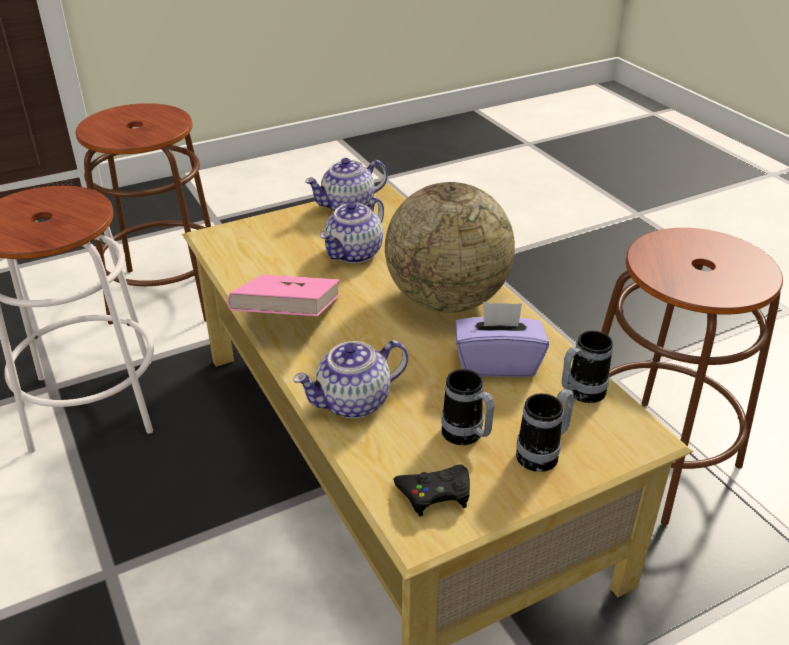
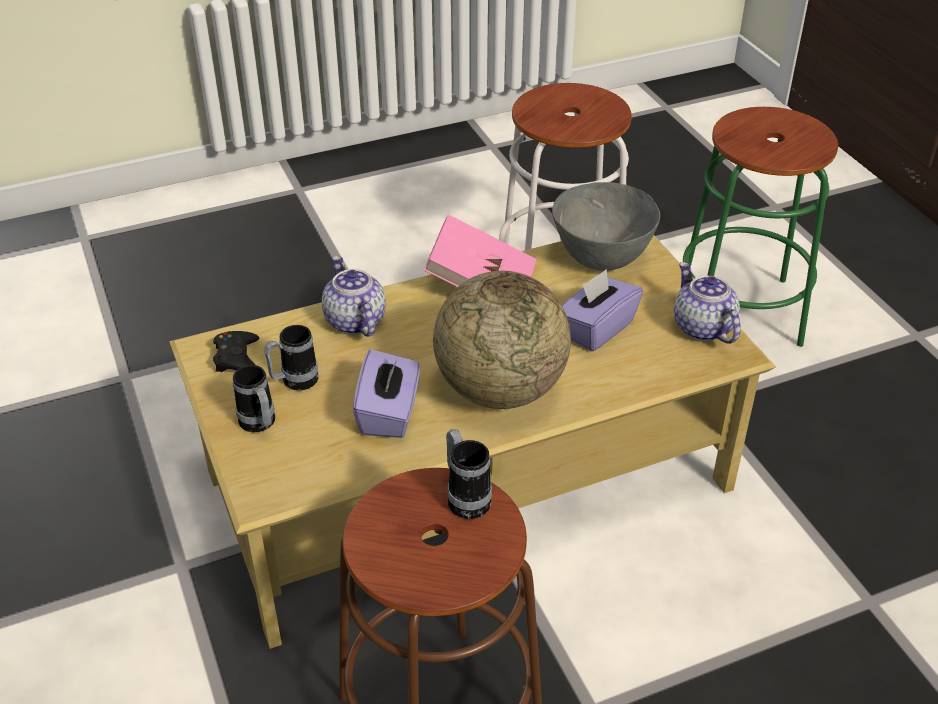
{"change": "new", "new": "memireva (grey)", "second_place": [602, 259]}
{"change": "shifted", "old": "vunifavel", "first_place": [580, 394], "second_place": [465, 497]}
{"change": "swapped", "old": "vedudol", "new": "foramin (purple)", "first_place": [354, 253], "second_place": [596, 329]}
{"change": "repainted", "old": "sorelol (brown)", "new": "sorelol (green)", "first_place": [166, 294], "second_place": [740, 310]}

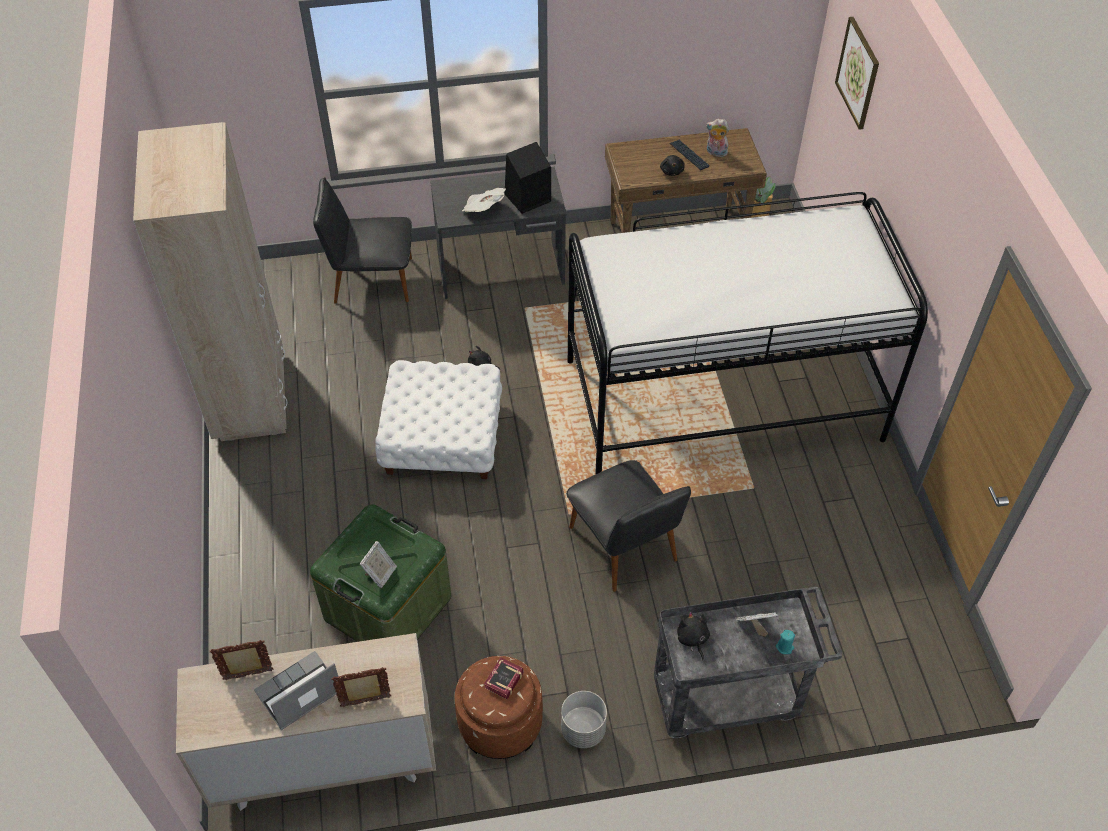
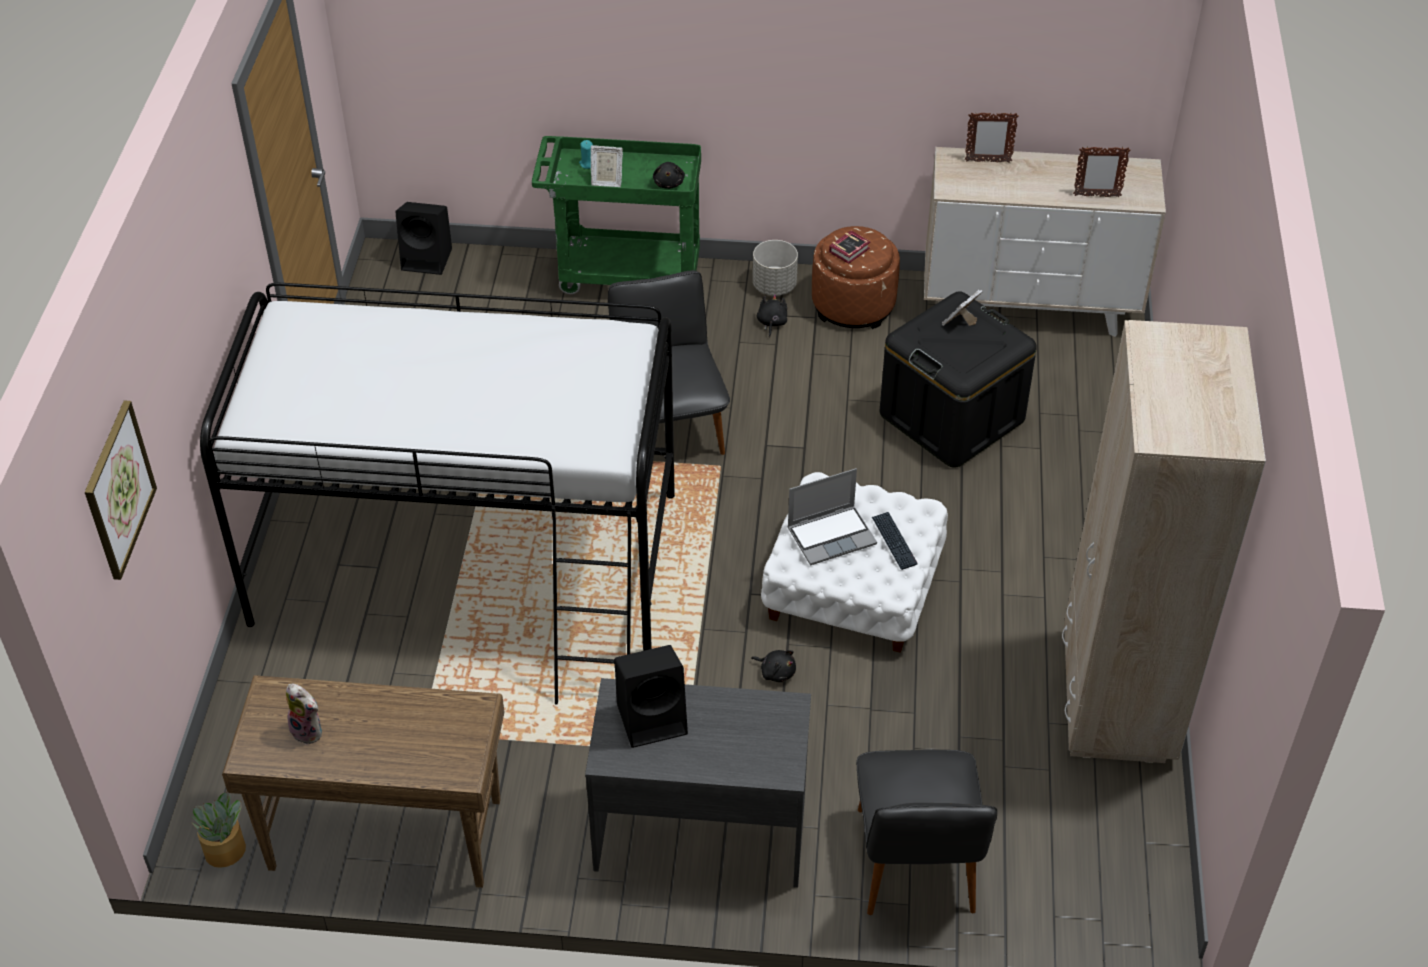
{"change": "gone", "old": "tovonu", "first_place": [484, 209]}
{"change": "new", "new": "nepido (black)", "second_place": [428, 259]}
{"change": "shifted", "old": "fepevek", "first_place": [298, 693], "second_place": [832, 535]}
{"change": "shifted", "old": "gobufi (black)", "first_place": [672, 171], "second_place": [771, 323]}
{"change": "shifted", "old": "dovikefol", "first_place": [689, 155], "second_place": [894, 541]}
{"change": "repainted", "old": "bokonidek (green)", "new": "bokonidek (black)", "first_place": [388, 607], "second_place": [951, 417]}
{"change": "repainted", "old": "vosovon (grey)", "new": "vosovon (green)", "first_place": [731, 702], "second_place": [622, 279]}
{"change": "rotated", "old": "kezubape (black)", "first_place": [373, 280], "second_place": [915, 860], "degrees": 75}

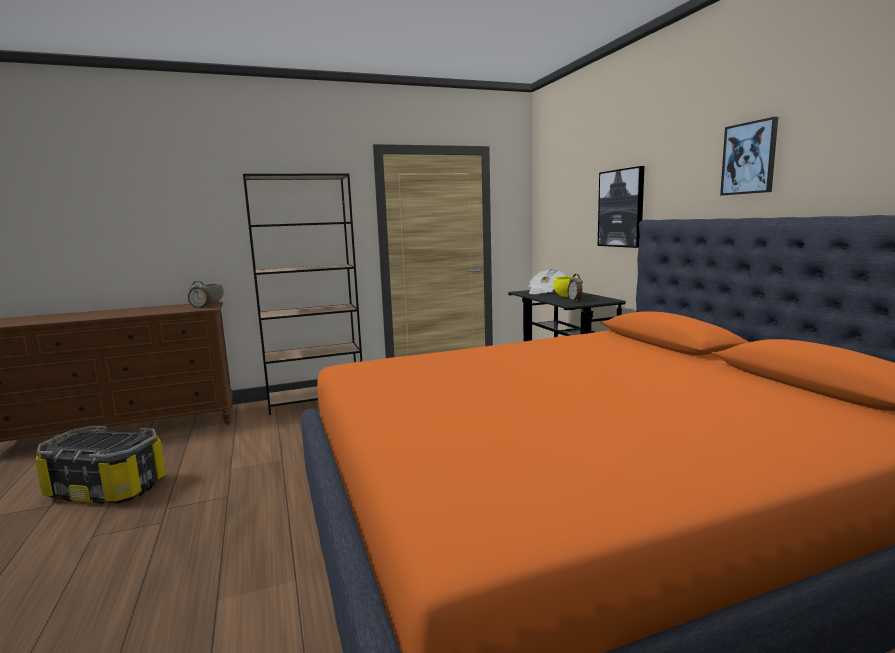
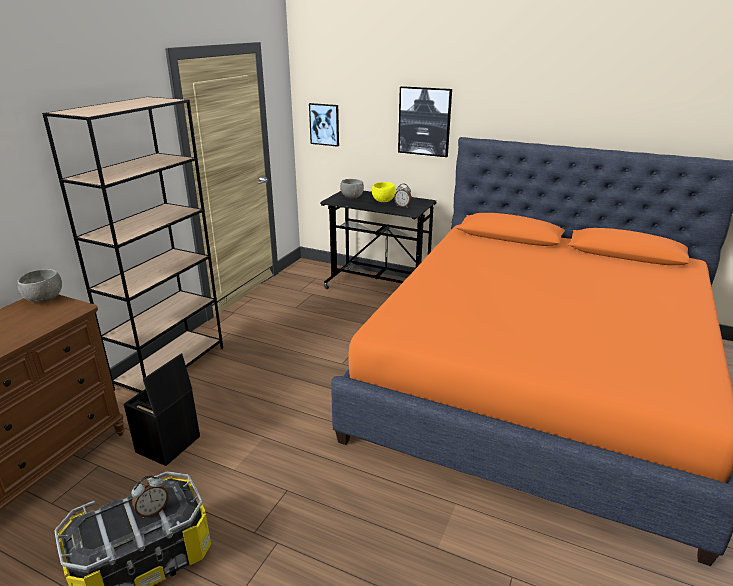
{"change": "new", "new": "bokonidek (black)", "second_place": [168, 445]}
{"change": "shifted", "old": "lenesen", "first_place": [200, 307], "second_place": [152, 510]}
{"change": "shifted", "old": "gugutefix", "first_place": [749, 158], "second_place": [324, 124]}
{"change": "swapped", "old": "tovonu", "new": "memireva (grey)", "first_place": [544, 292], "second_place": [352, 197]}

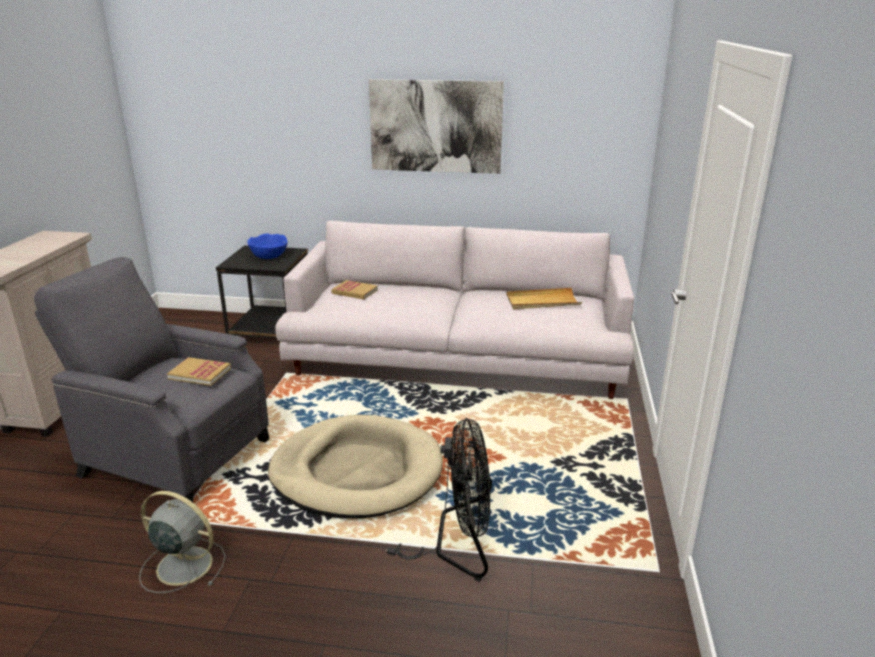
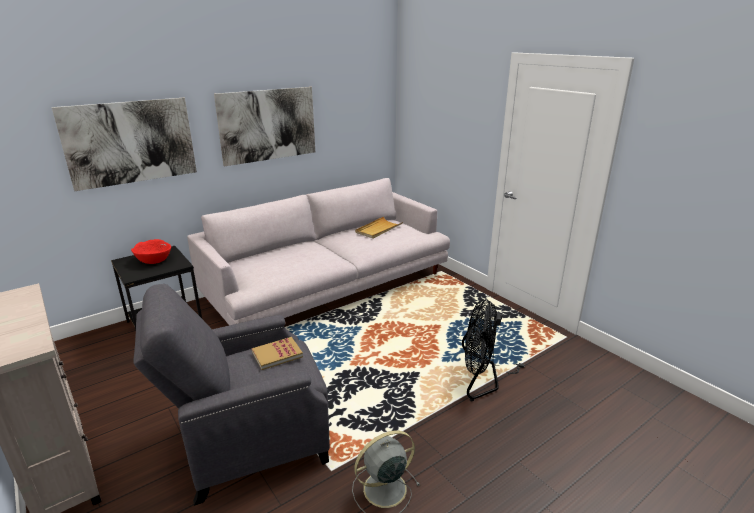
{"change": "gone", "old": "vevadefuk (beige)", "first_place": [357, 472]}
{"change": "gone", "old": "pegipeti", "first_place": [354, 291]}
{"change": "new", "new": "gugutefix", "second_place": [130, 142]}
{"change": "repainted", "old": "memireva (blue)", "new": "memireva (red)", "first_place": [269, 256], "second_place": [154, 260]}
{"change": "rotated", "old": "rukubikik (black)", "first_place": [457, 538], "second_place": [483, 374], "degrees": -135}

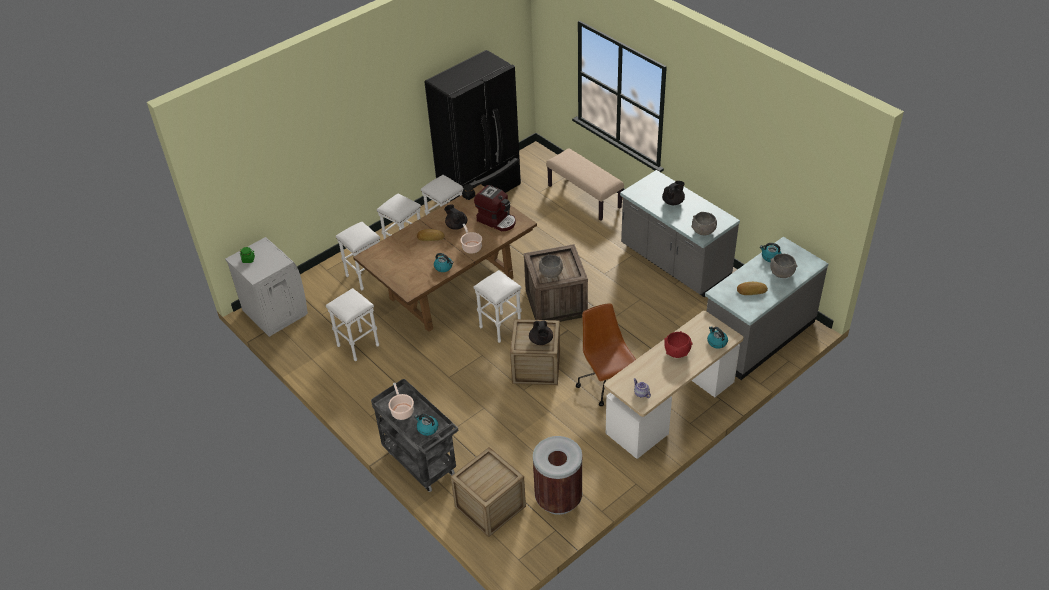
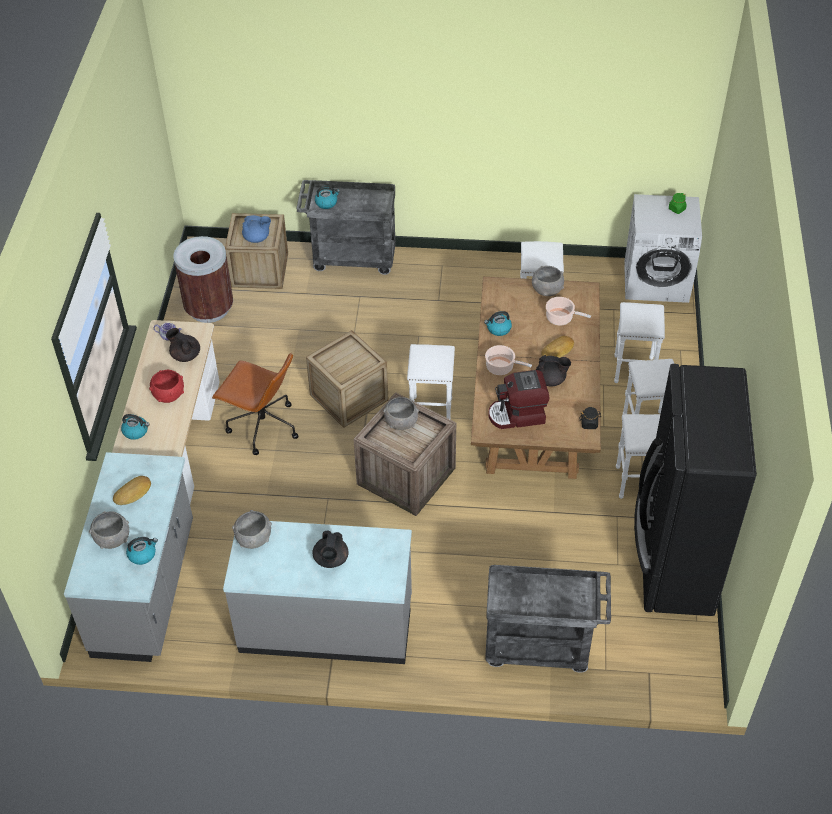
{"change": "new", "new": "vedudol (blue)", "second_place": [257, 238]}
{"change": "new", "new": "memireva (grey)", "second_place": [546, 290]}
{"change": "shifted", "old": "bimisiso", "first_place": [402, 411], "second_place": [561, 318]}
{"change": "shifted", "old": "vedudol (black)", "first_place": [541, 341], "second_place": [185, 355]}
{"change": "swapped", "old": "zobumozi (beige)", "new": "vosovon (black)", "first_place": [585, 196], "second_place": [542, 651]}

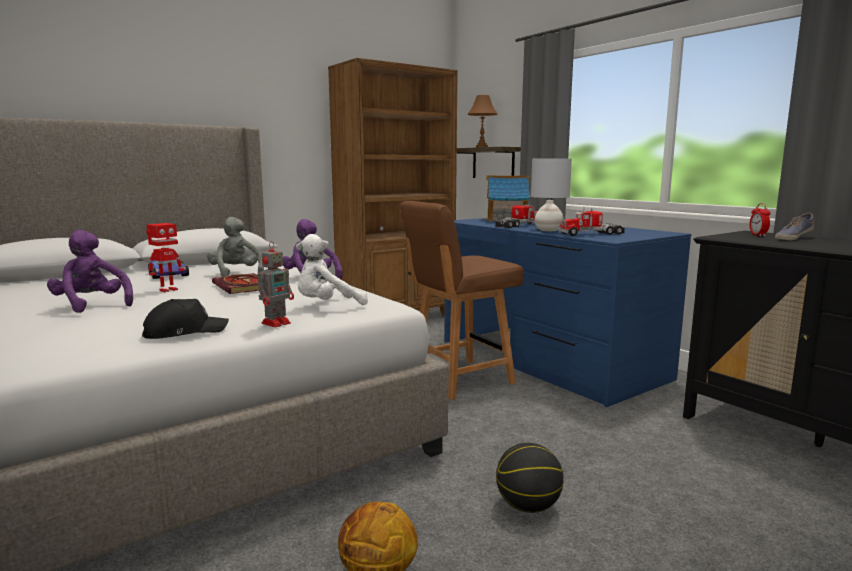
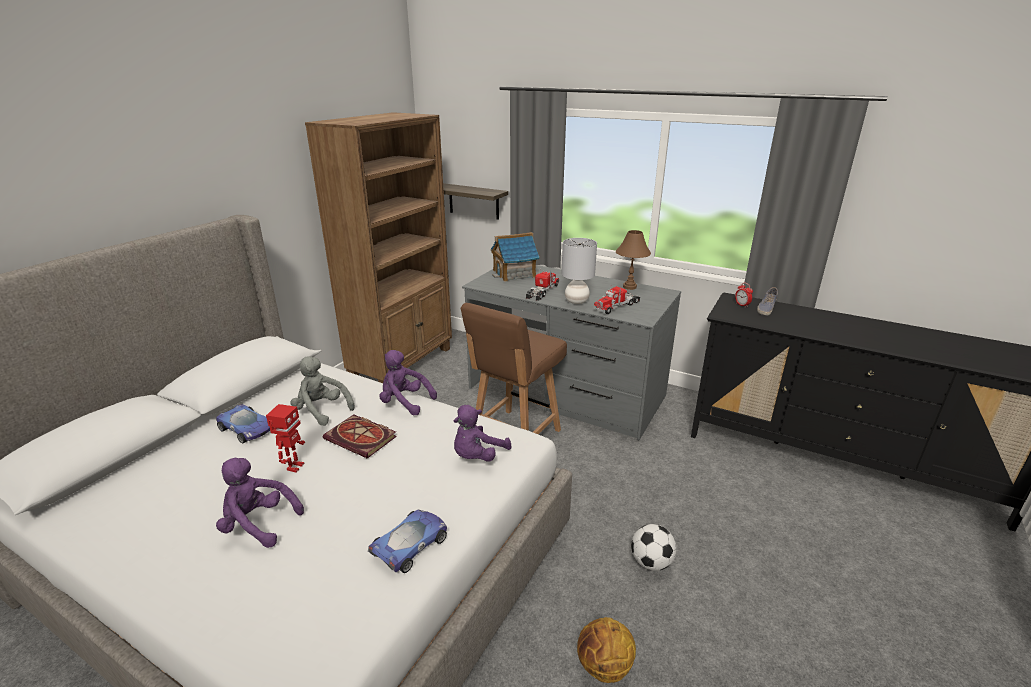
{"change": "gone", "old": "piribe", "first_place": [277, 323]}
{"change": "shifted", "old": "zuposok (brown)", "first_place": [482, 147], "second_place": [630, 287]}
{"change": "swapped", "old": "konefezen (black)", "new": "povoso", "first_place": [184, 332], "second_place": [411, 544]}
{"change": "swapped", "old": "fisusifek", "new": "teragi", "first_place": [528, 506], "second_place": [651, 562]}
{"change": "repainted", "old": "gobufi (white)", "new": "gobufi (purple)", "first_place": [327, 306], "second_place": [477, 456]}
{"change": "repainted", "old": "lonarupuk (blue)", "new": "lonarupuk (grey)", "first_place": [548, 359], "second_place": [566, 392]}

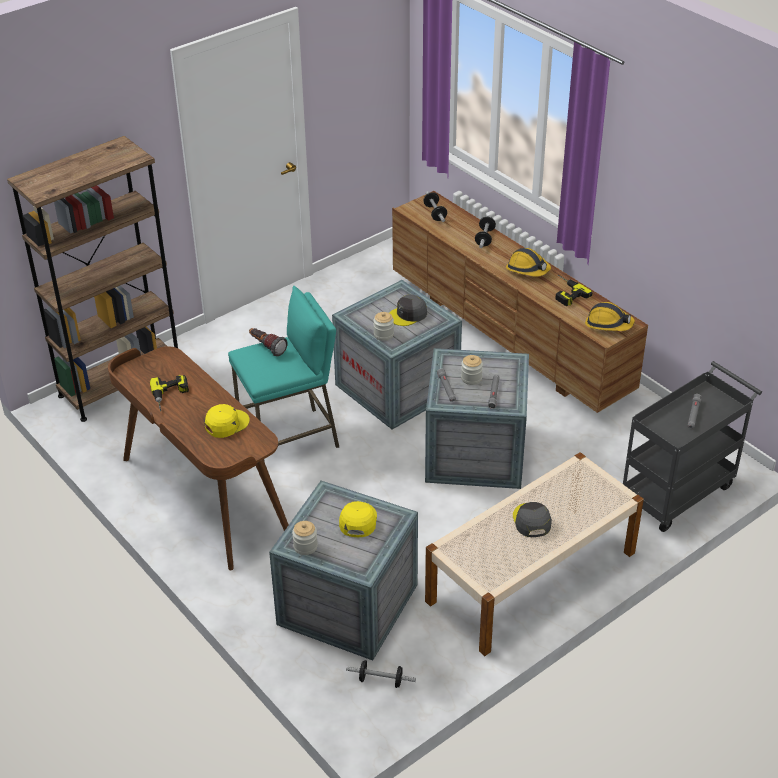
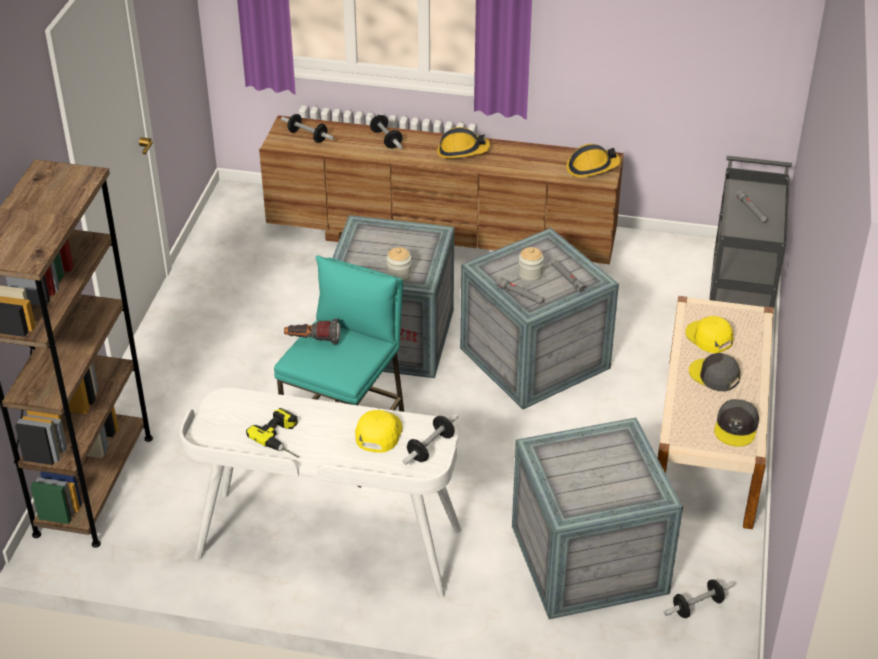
{"change": "gone", "old": "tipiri", "first_place": [305, 546]}
{"change": "gone", "old": "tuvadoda", "first_place": [565, 292]}
{"change": "new", "new": "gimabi", "second_place": [430, 447]}
{"change": "shifted", "old": "konefezen (yellow)", "first_place": [358, 520], "second_place": [708, 337]}
{"change": "shifted", "old": "konefezen (grey)", "first_place": [408, 315], "second_place": [736, 427]}
{"change": "repainted", "old": "lonarupuk (brown)", "new": "lonarupuk (white)", "first_place": [203, 496], "second_place": [328, 545]}

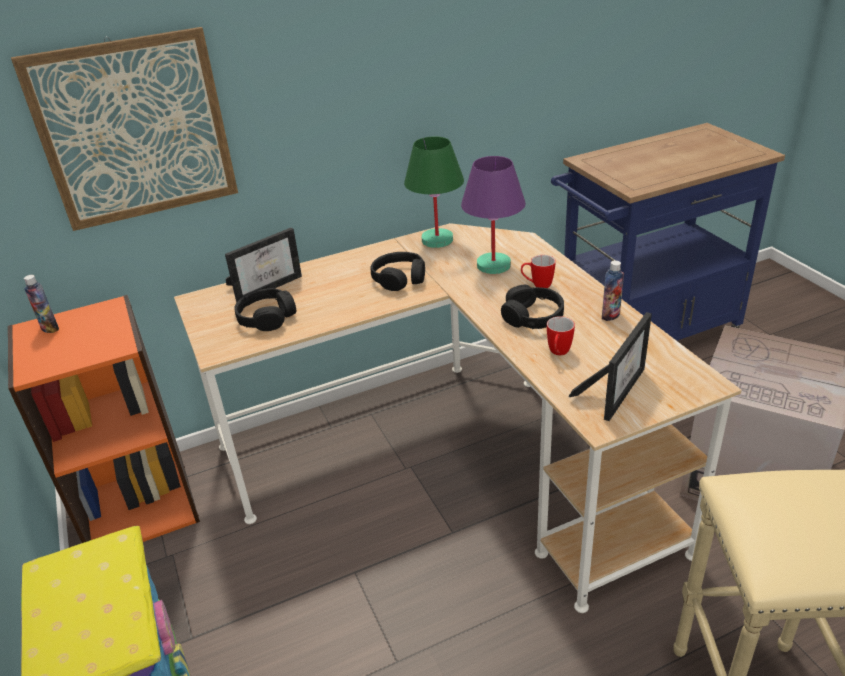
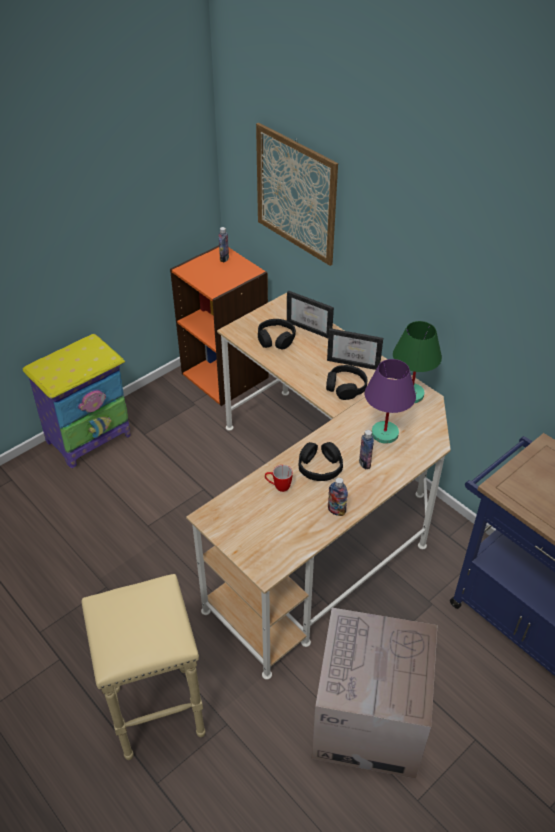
{"change": "shifted", "old": "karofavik", "first_place": [616, 389], "second_place": [355, 361]}
{"change": "swapped", "old": "vunifavel", "new": "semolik", "first_place": [537, 285], "second_place": [364, 463]}

